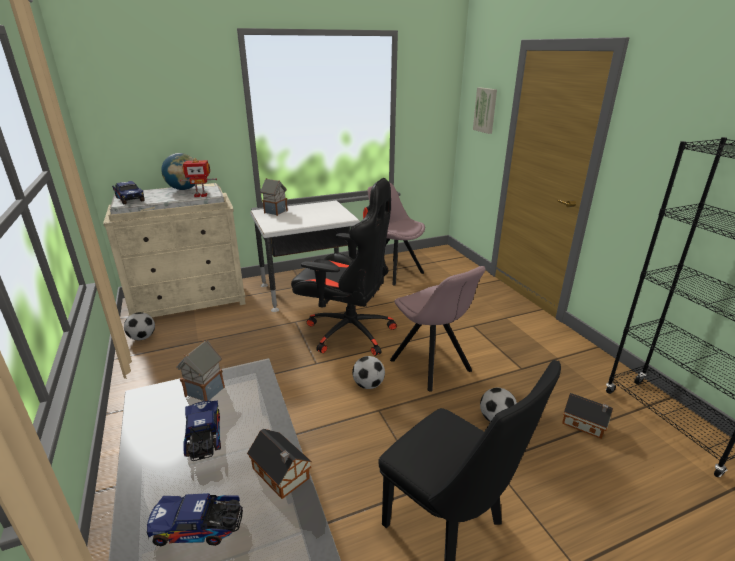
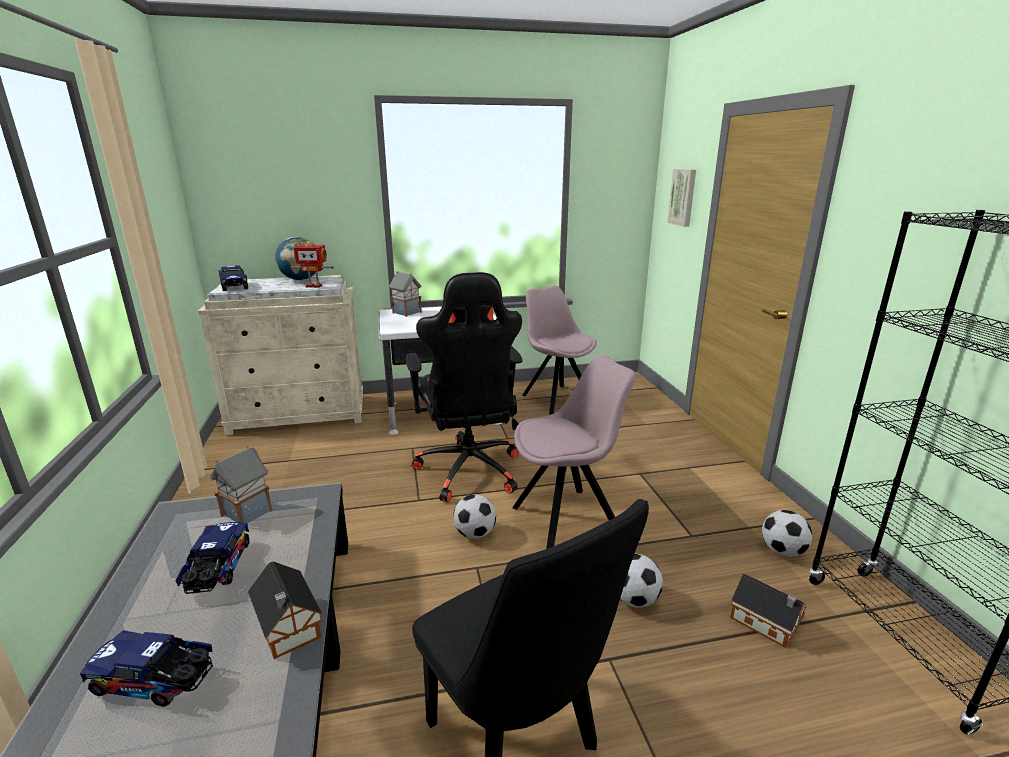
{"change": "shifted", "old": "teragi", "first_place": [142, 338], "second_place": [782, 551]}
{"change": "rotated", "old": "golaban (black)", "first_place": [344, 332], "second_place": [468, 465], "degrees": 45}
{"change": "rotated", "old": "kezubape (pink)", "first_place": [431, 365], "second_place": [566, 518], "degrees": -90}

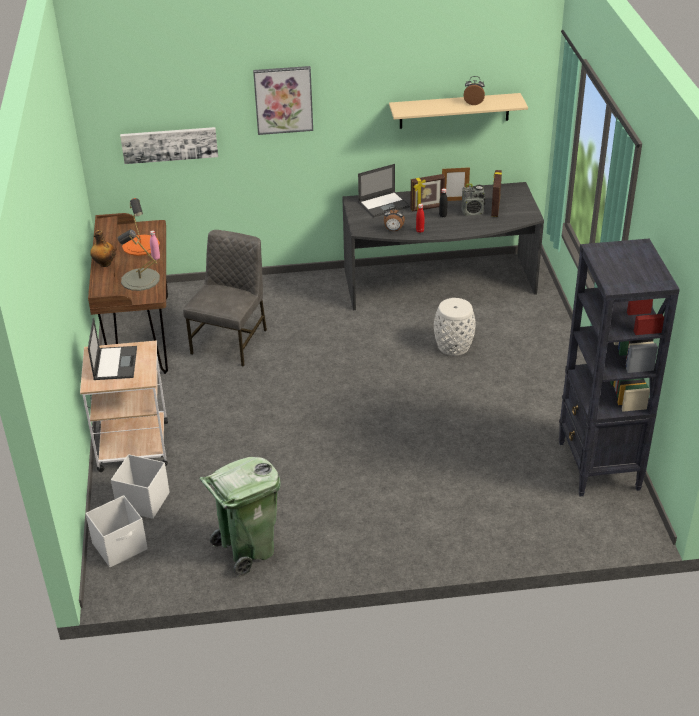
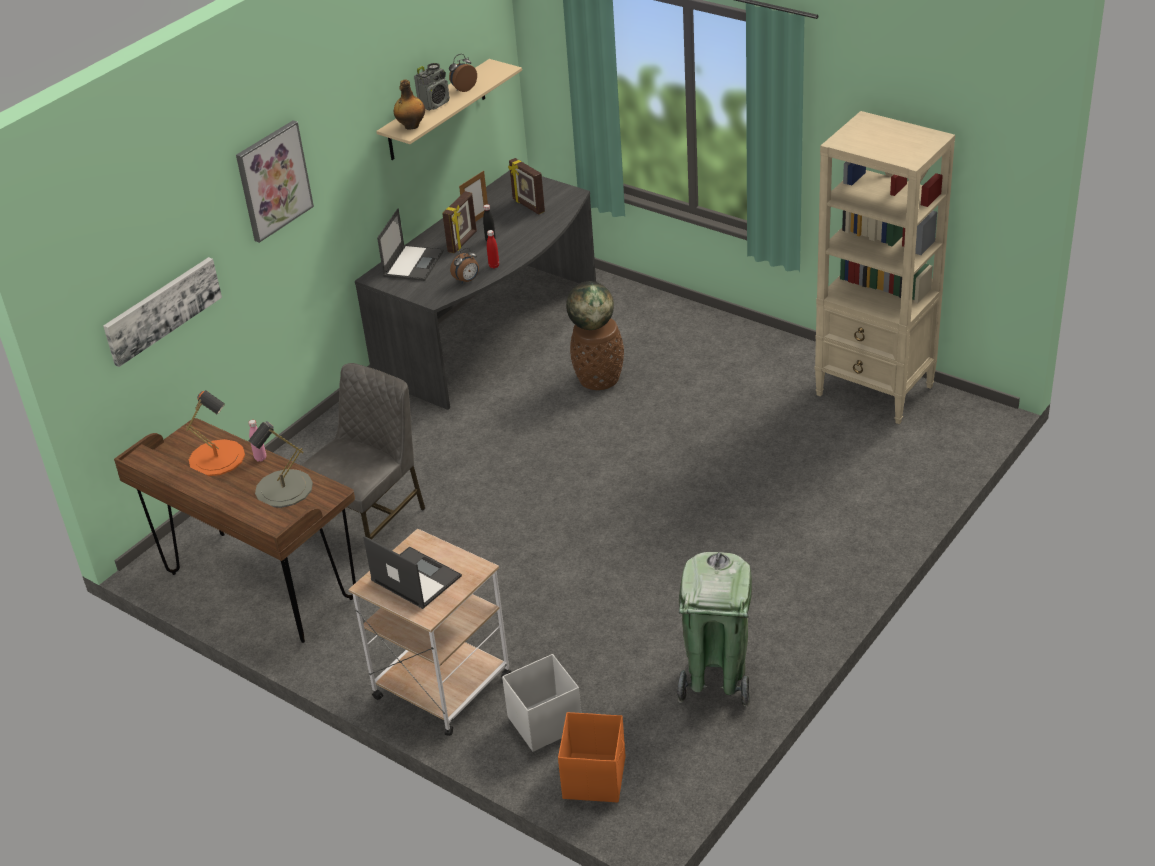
{"change": "new", "new": "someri", "second_place": [591, 325]}
{"change": "shifted", "old": "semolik", "first_place": [104, 264], "second_place": [411, 126]}
{"change": "shifted", "old": "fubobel", "first_place": [473, 212], "second_place": [434, 104]}
{"change": "repainted", "old": "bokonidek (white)", "new": "bokonidek (orange)", "first_place": [120, 546], "second_place": [595, 777]}
{"change": "repainted", "old": "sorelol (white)", "new": "sorelol (brown)", "first_place": [453, 346], "second_place": [599, 378]}
{"change": "repainted", "old": "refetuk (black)", "new": "refetuk (beige)", "first_place": [598, 466], "second_place": [875, 391]}
{"change": "rotated", "old": "kezubape (grey)", "first_place": [231, 341], "second_place": [370, 520], "degrees": 60}

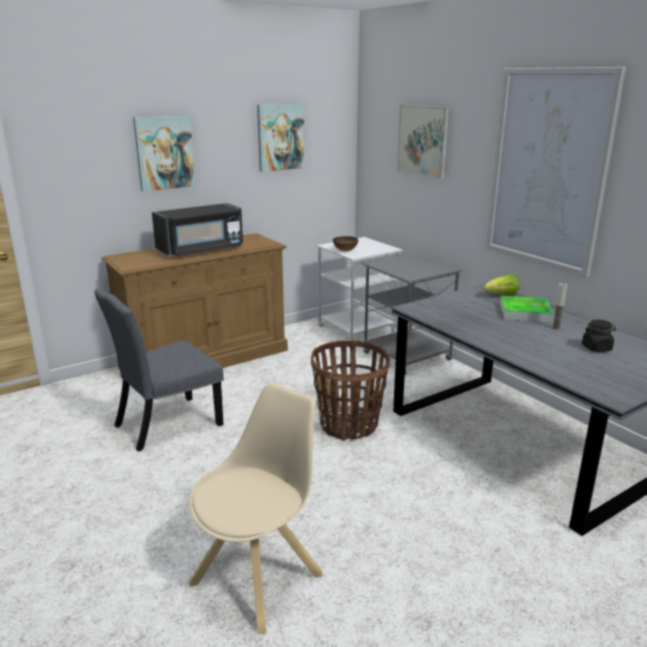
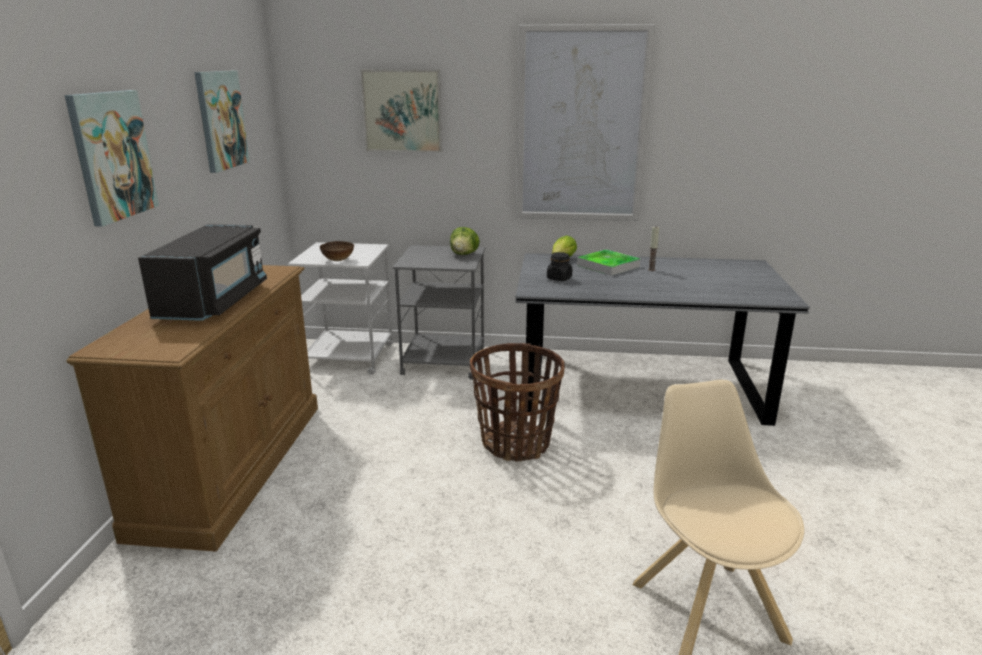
{"change": "gone", "old": "kezubape (grey)", "first_place": [169, 423]}
{"change": "new", "new": "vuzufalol", "second_place": [464, 254]}
{"change": "shifted", "old": "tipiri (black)", "first_place": [596, 348], "second_place": [559, 278]}

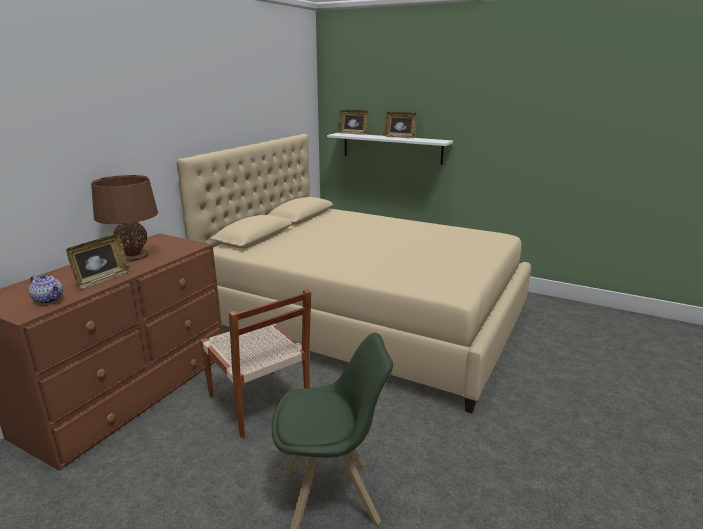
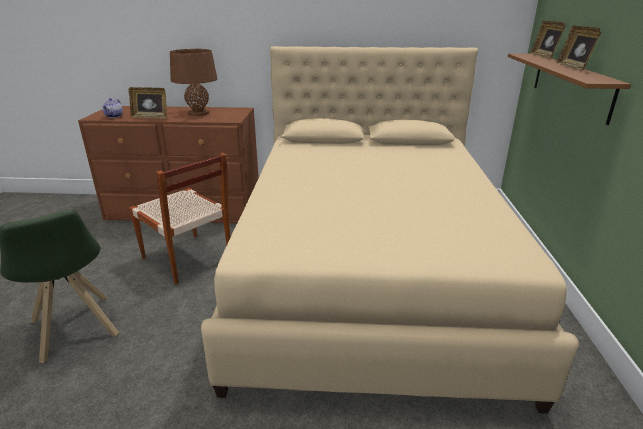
{"change": "repainted", "old": "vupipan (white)", "new": "vupipan (brown)", "first_place": [391, 148], "second_place": [570, 85]}
{"change": "rotated", "old": "kezubape", "first_place": [259, 404], "second_place": [188, 259], "degrees": -75}

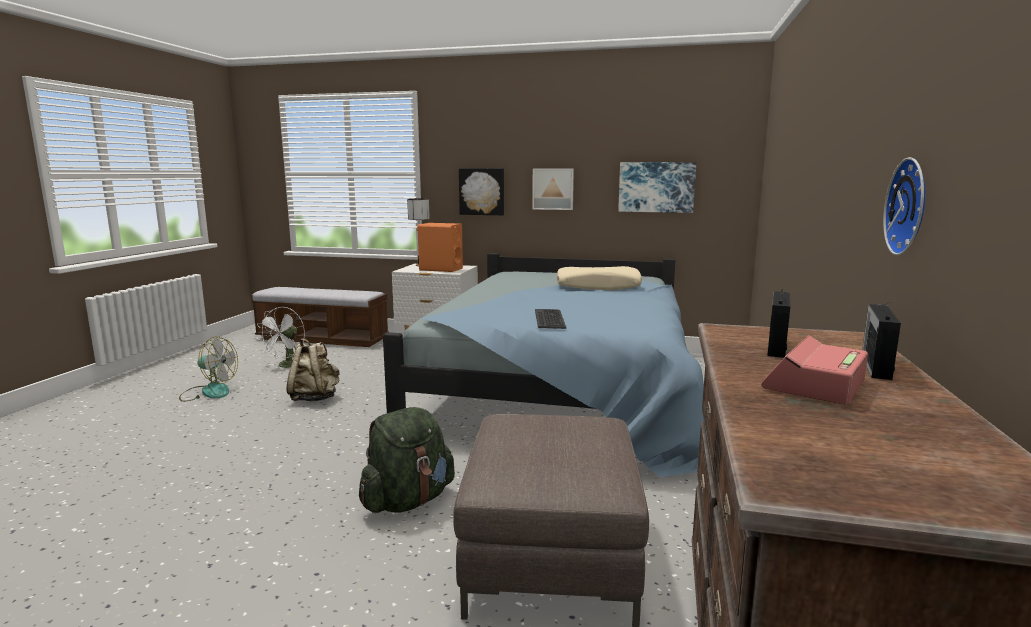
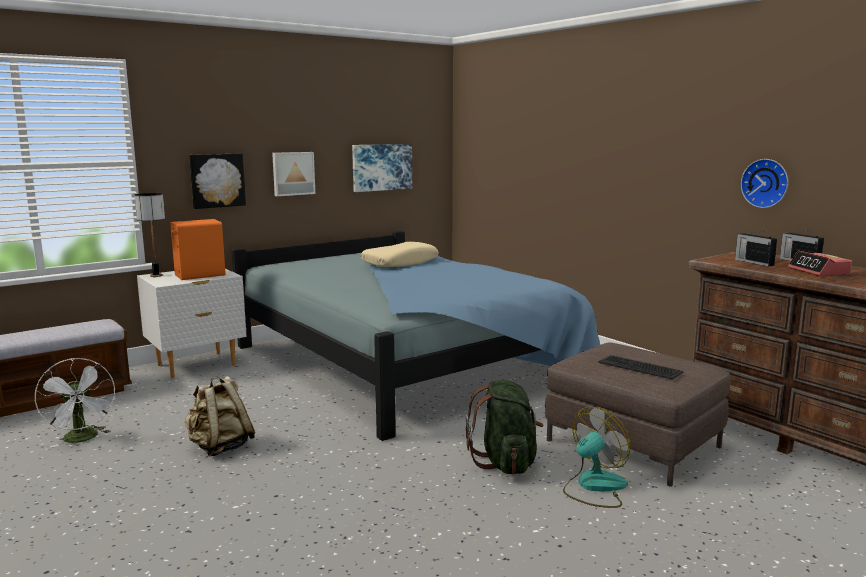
{"change": "shifted", "old": "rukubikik", "first_place": [209, 392], "second_place": [594, 487]}
{"change": "shifted", "old": "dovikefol", "first_place": [550, 319], "second_place": [640, 367]}

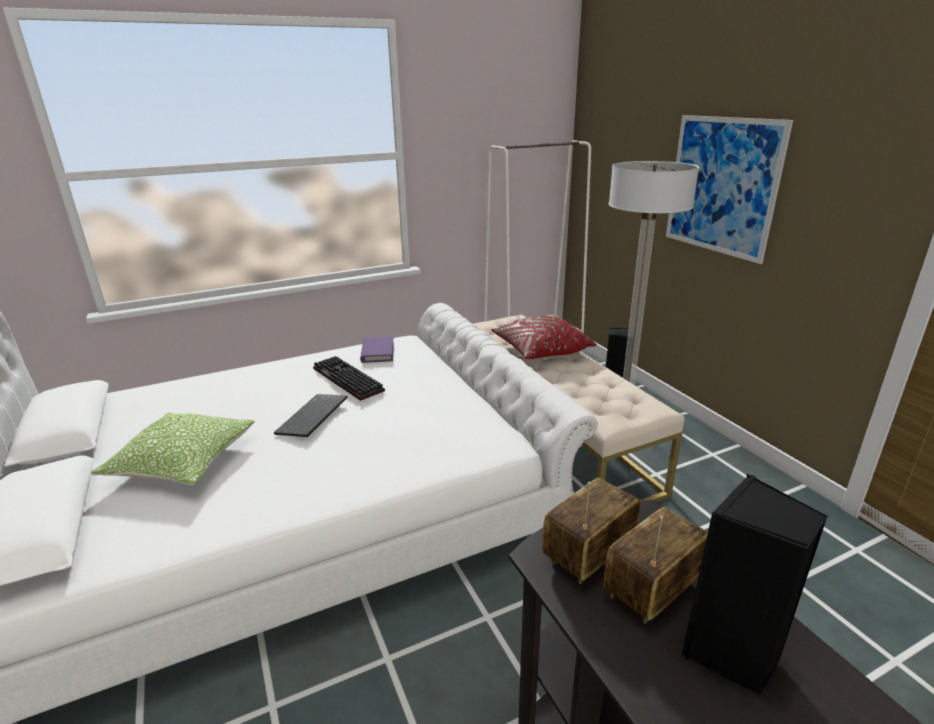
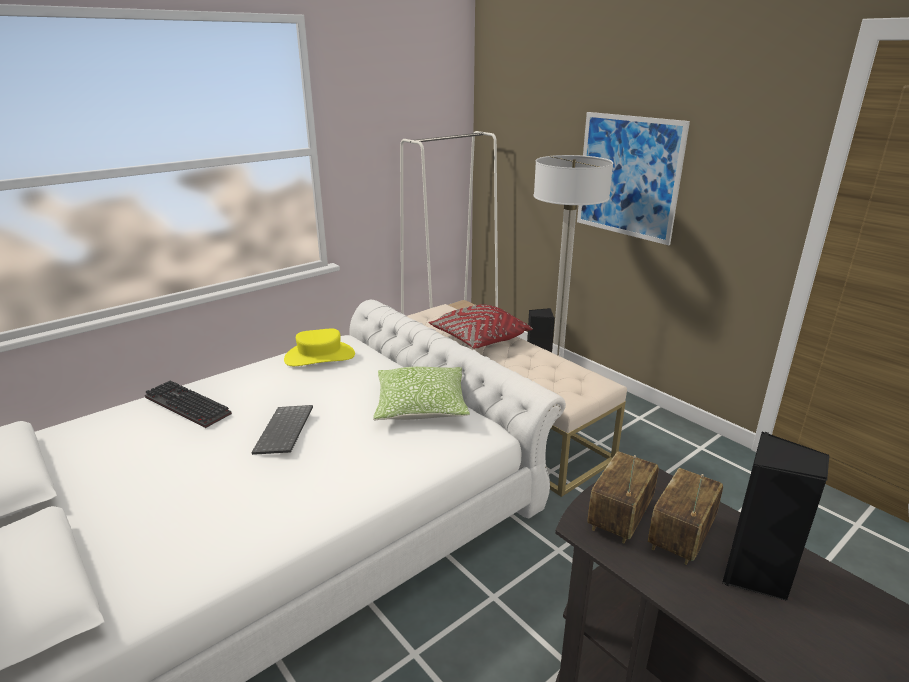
{"change": "shifted", "old": "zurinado", "first_place": [183, 462], "second_place": [421, 406]}
{"change": "shifted", "old": "dovikefol", "first_place": [345, 379], "second_place": [184, 406]}
{"change": "swapped", "old": "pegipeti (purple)", "new": "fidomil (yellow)", "first_place": [377, 352], "second_place": [320, 356]}

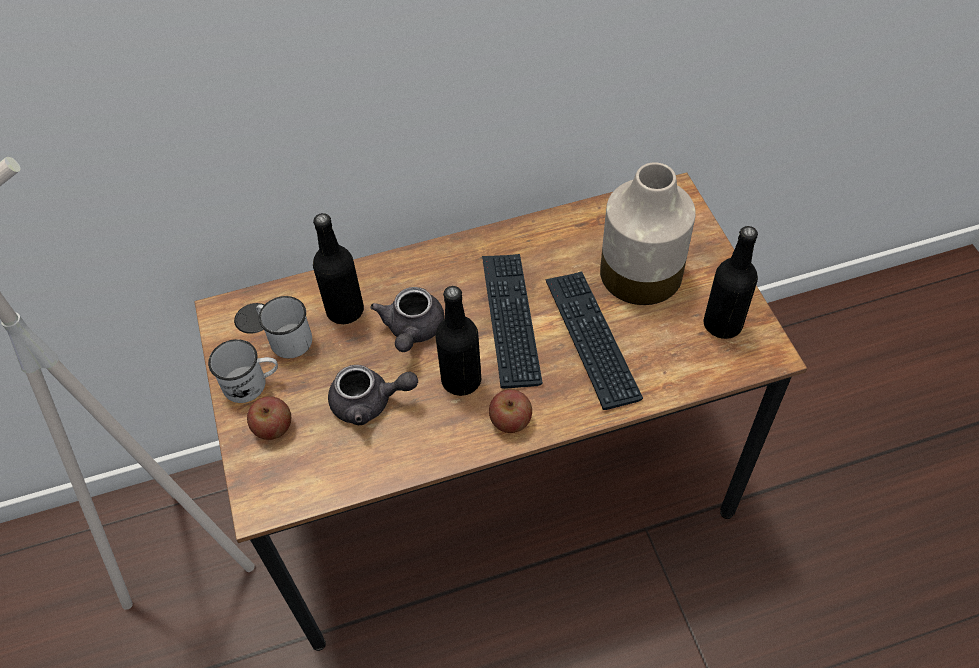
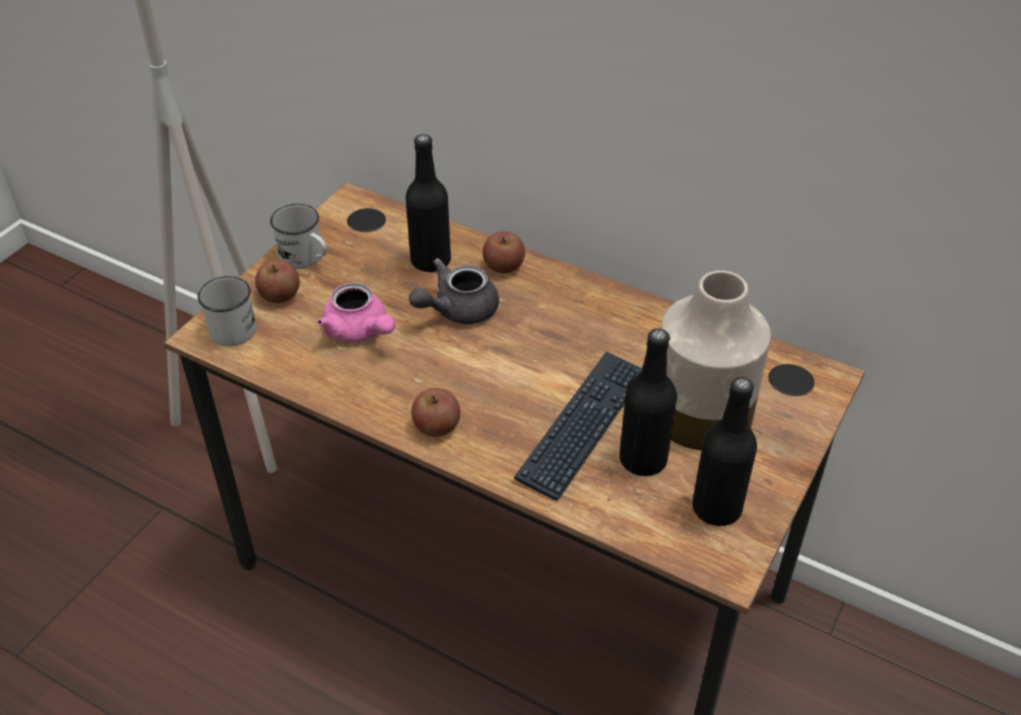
{"change": "gone", "old": "dovikefol", "first_place": [510, 320]}
{"change": "new", "new": "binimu", "second_place": [503, 266]}
{"change": "shifted", "old": "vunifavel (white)", "first_place": [286, 338], "second_place": [233, 325]}
{"change": "shifted", "old": "semolik (black)", "first_place": [461, 380], "second_place": [643, 460]}
{"change": "repainted", "old": "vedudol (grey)", "new": "vedudol (pink)", "first_place": [370, 403], "second_place": [360, 332]}

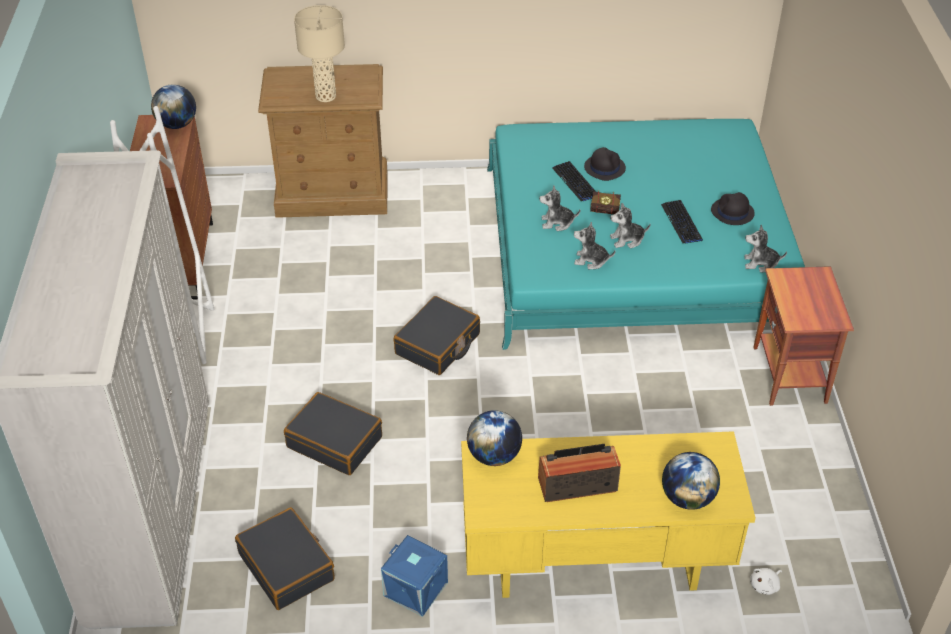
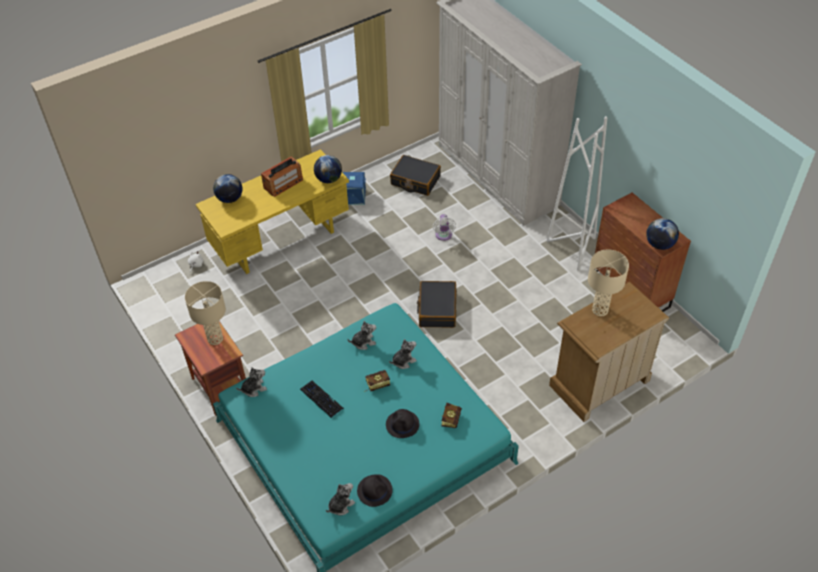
{"change": "gone", "old": "dovikefol", "first_place": [575, 182]}
{"change": "new", "new": "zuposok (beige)", "second_place": [215, 338]}
{"change": "new", "new": "pegipeti", "second_place": [451, 418]}
{"change": "shifted", "old": "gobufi", "first_place": [627, 240], "second_place": [340, 505]}
{"change": "shifted", "old": "fidomil (black)", "first_place": [732, 212], "second_place": [374, 490]}
{"change": "swapped", "old": "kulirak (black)", "new": "rukubikik (white)", "first_place": [335, 442], "second_place": [443, 236]}

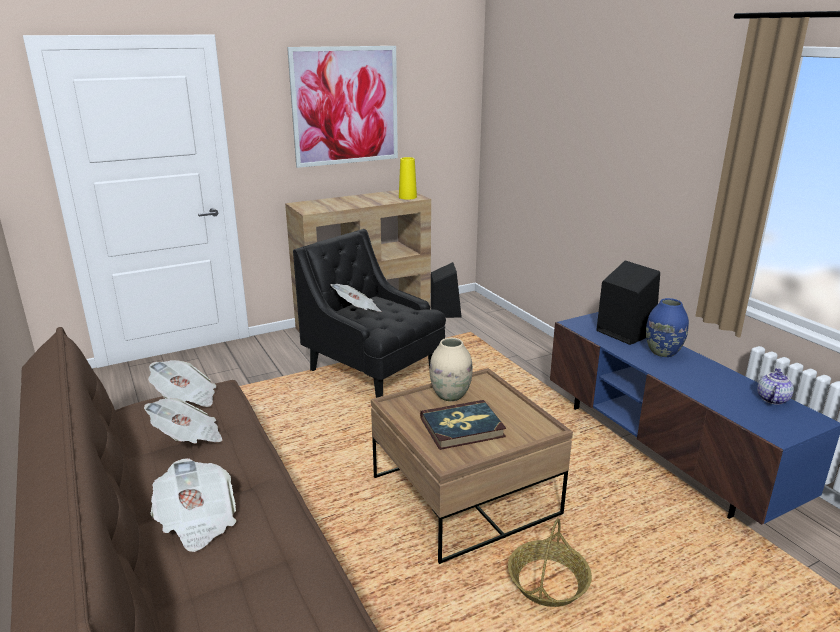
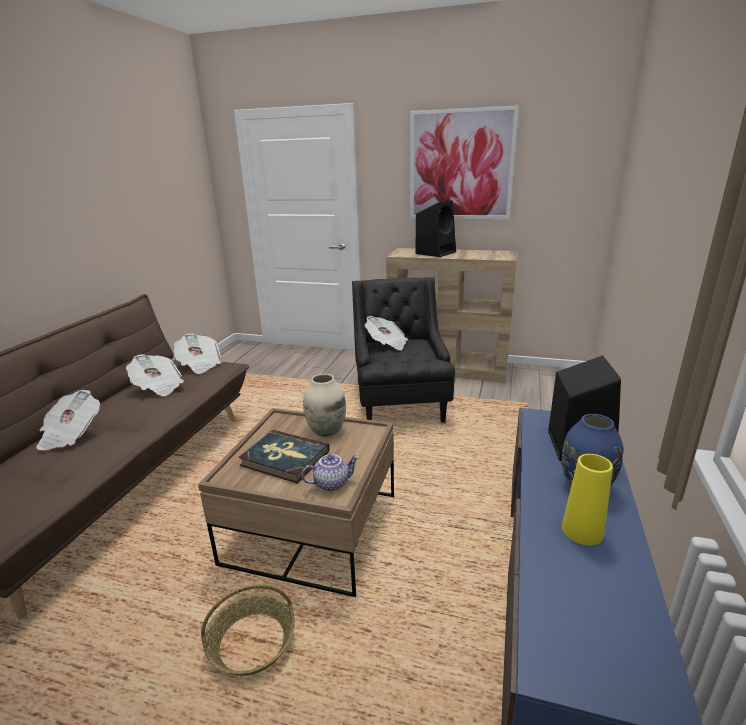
{"change": "shifted", "old": "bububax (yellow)", "first_place": [407, 197], "second_place": [582, 531]}
{"change": "shifted", "old": "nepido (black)", "first_place": [445, 311], "second_place": [436, 252]}
{"change": "shifted", "old": "vedudol", "first_place": [771, 399], "second_place": [332, 483]}

